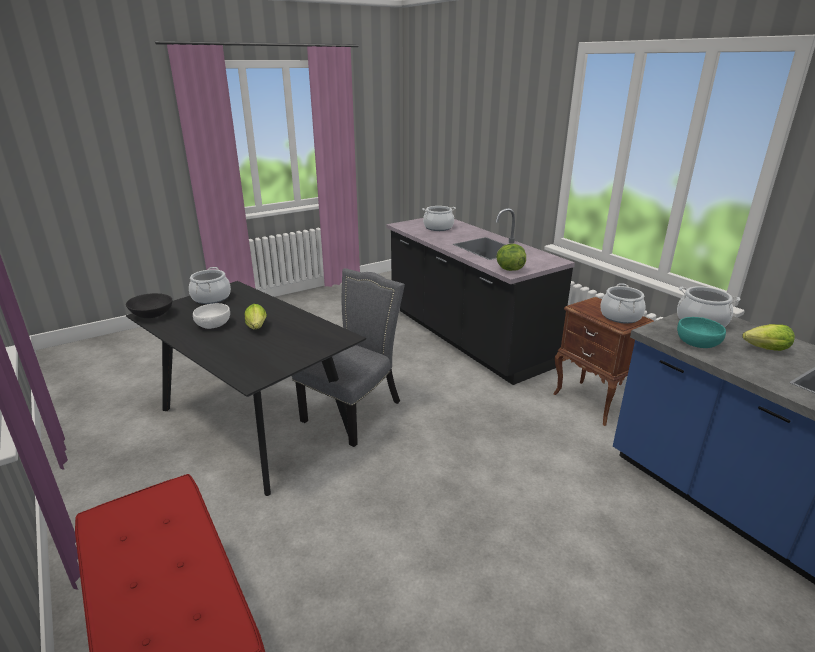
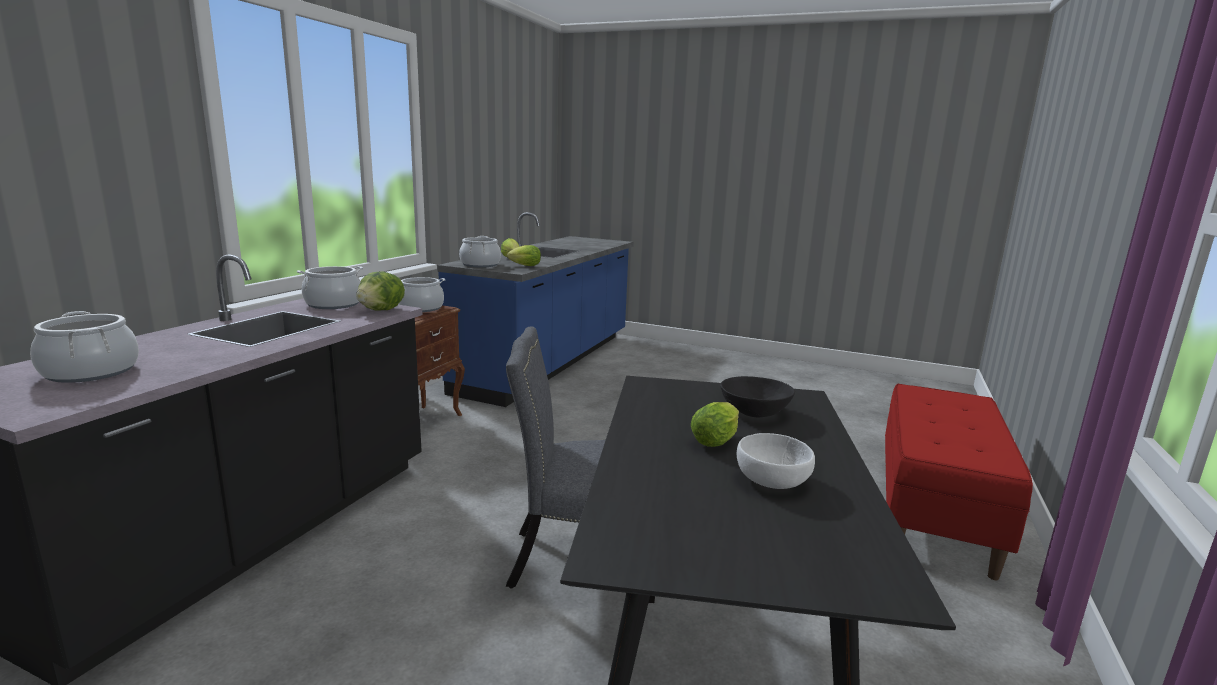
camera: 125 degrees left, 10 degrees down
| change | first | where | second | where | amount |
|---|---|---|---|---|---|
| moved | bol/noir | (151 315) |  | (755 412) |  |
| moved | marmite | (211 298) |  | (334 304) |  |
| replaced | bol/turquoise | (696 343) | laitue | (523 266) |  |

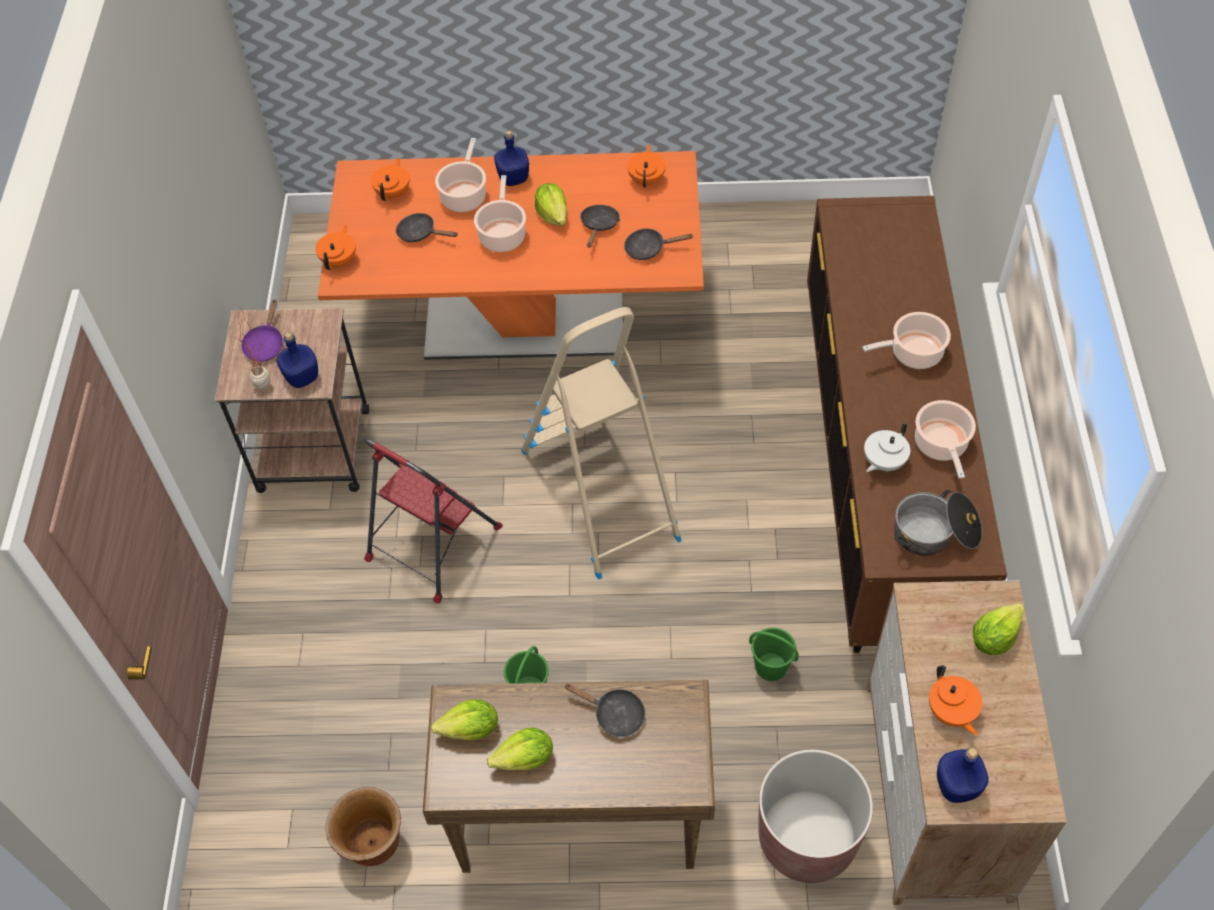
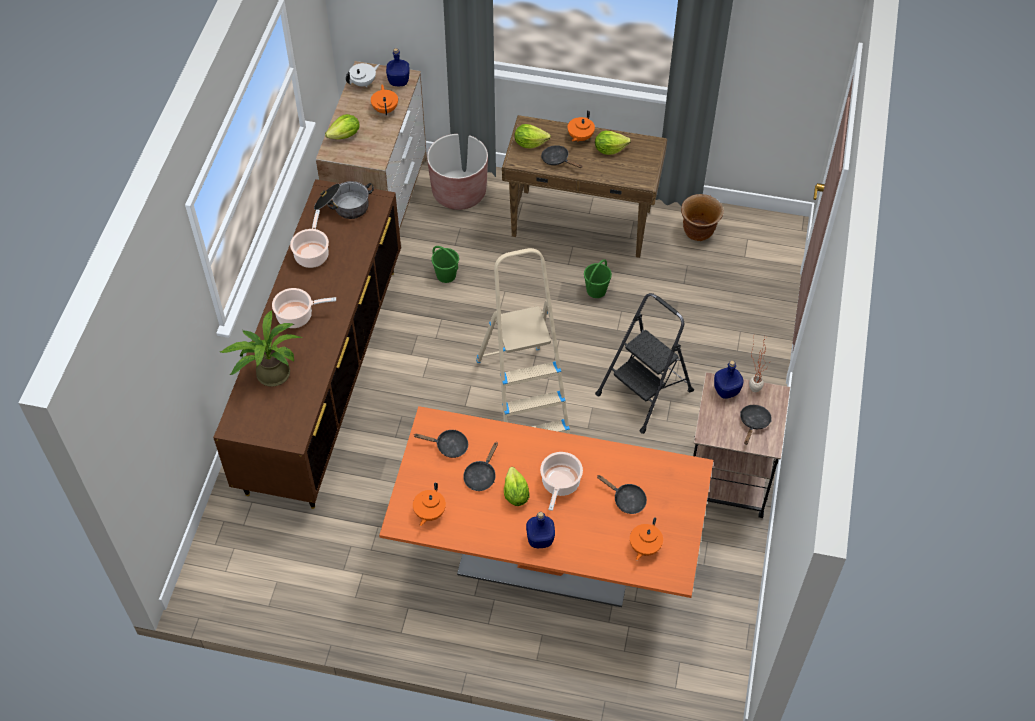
camera: 170 degrees left, 0 degrees up
| change | first | where | second | where | amount |
|---|---|---|---|---|---|
| recoloured | poêle/violet | (265 344) | poêle/noir | (753 423) |  |
| moved | théière/orange | (340 260) |  | (580 137) |  |
| recoloured | escabeau/rouge | (431 544) | escabeau/noir | (646 390) |  |
| moved | laitue | (471 730) |  | (530 143) |  |
| removed | marmite | (464 196) |  |  |  |
| moved | théière/blanc | (883 462) |  | (364 83) |  |
| added |  |  | plante en pot | (269 374) |  |

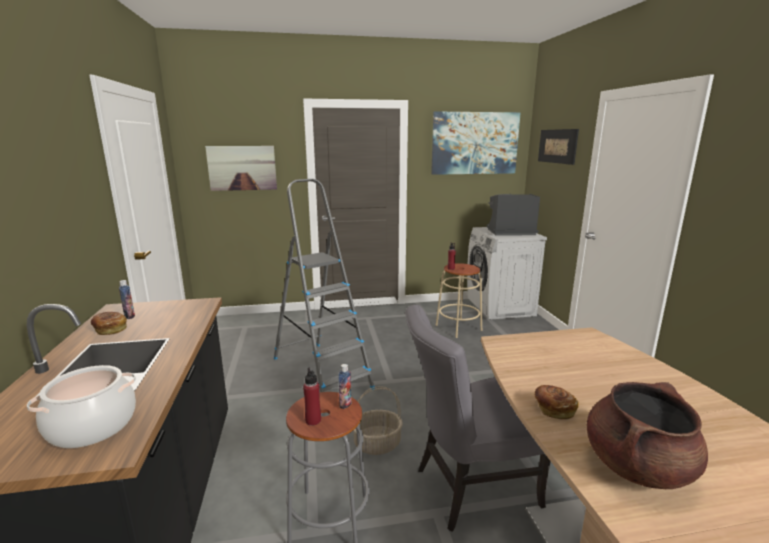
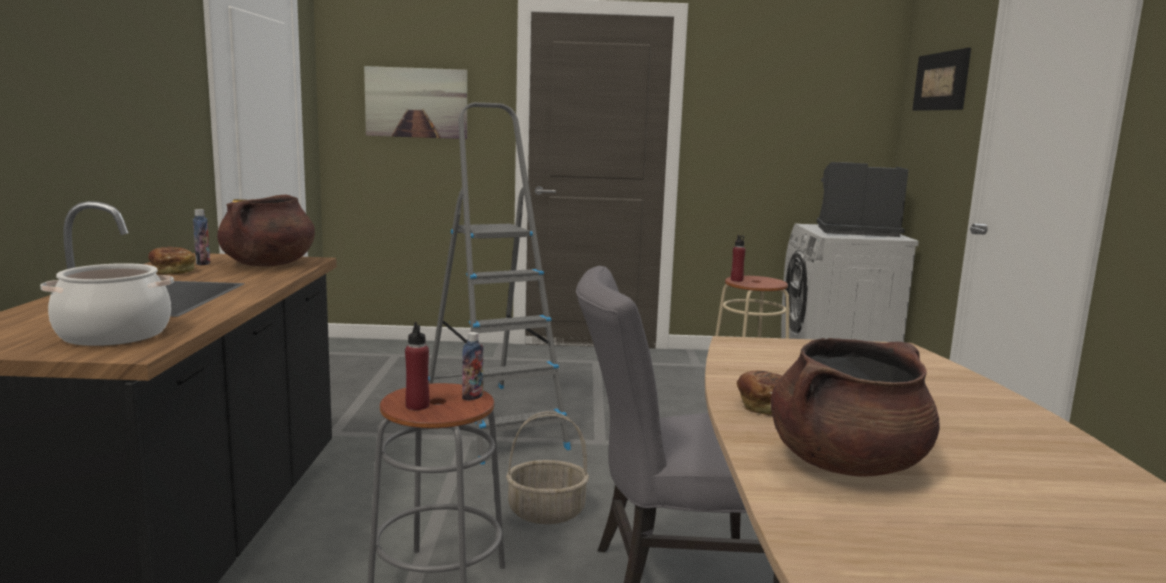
camera: 10 degrees right, 5 degrees down
| change | first | where | second | where | amount |
|---|---|---|---|---|---|
| removed | tableau | (474 143) |  |  |  |
| added |  |  | marmite/marron | (268 264) |  |

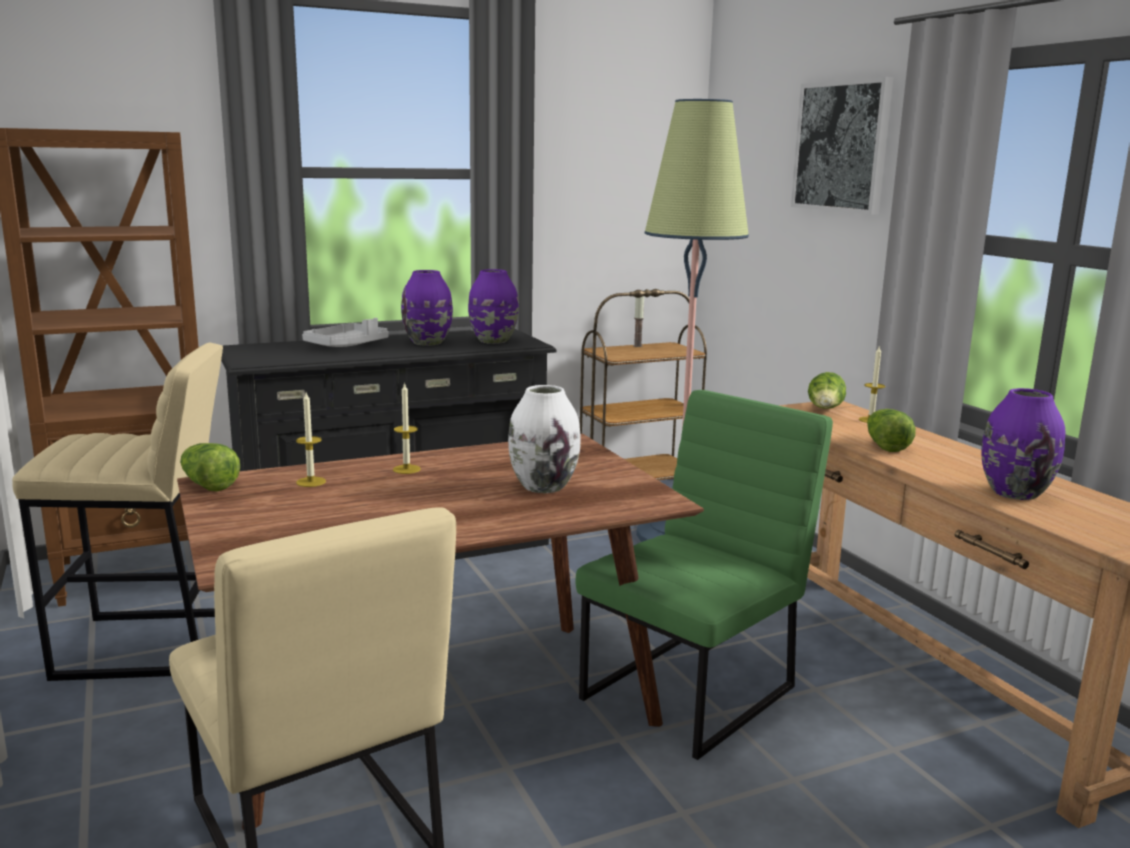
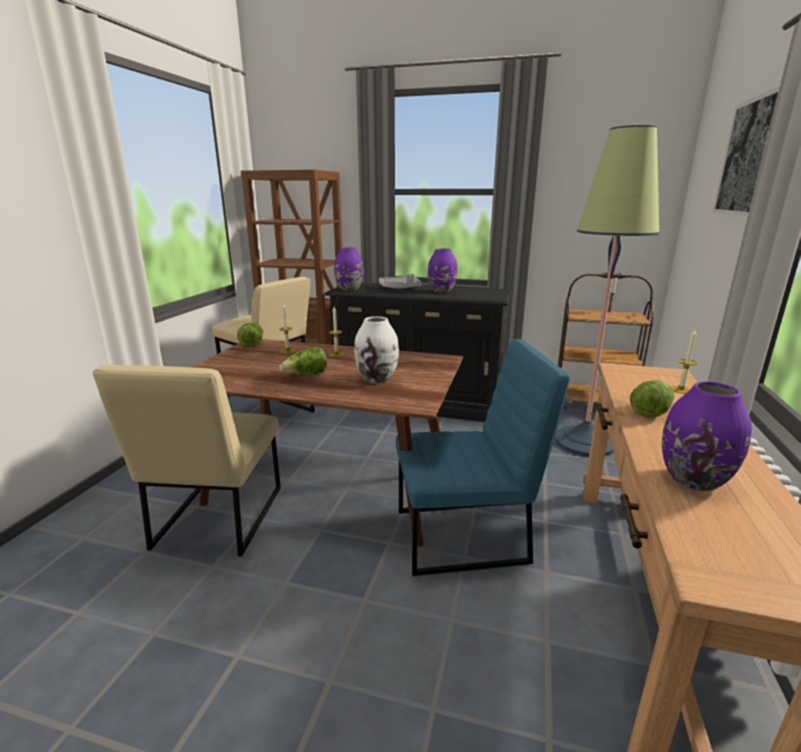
camera: 40 degrees right, 5 degrees up
| change | first | where | second | where | amount |
|---|---|---|---|---|---|
| moved | vase/violet | (493 341) |  | (349 289) |  |
| recoloured | chaise/vert | (693 690) | chaise/bleu | (465 536) |  |
| moved | laitue | (825 410) |  | (306 375) |  |

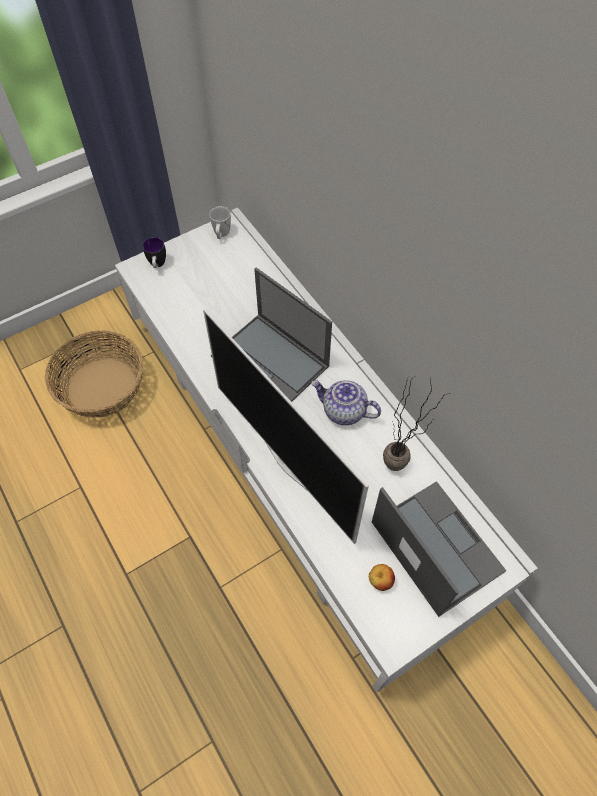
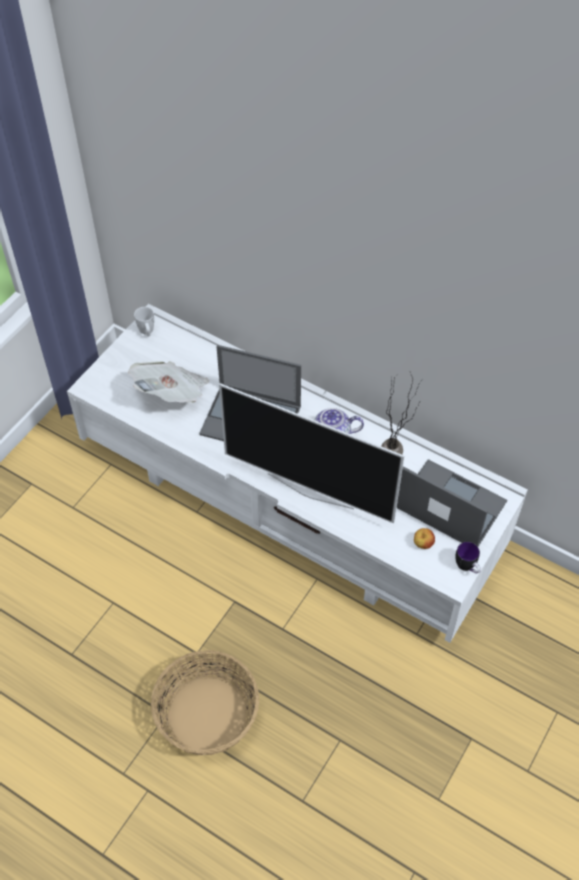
camera: 25 degrees left, 5 degrees down
| change | first | where | second | where | amount |
|---|---|---|---|---|---|
| moved | panier | (103 387) |  | (208 714) |  |
| moved | mug | (157 265) |  | (467 568) |  |
| added |  |  | journal | (172 393) |  |

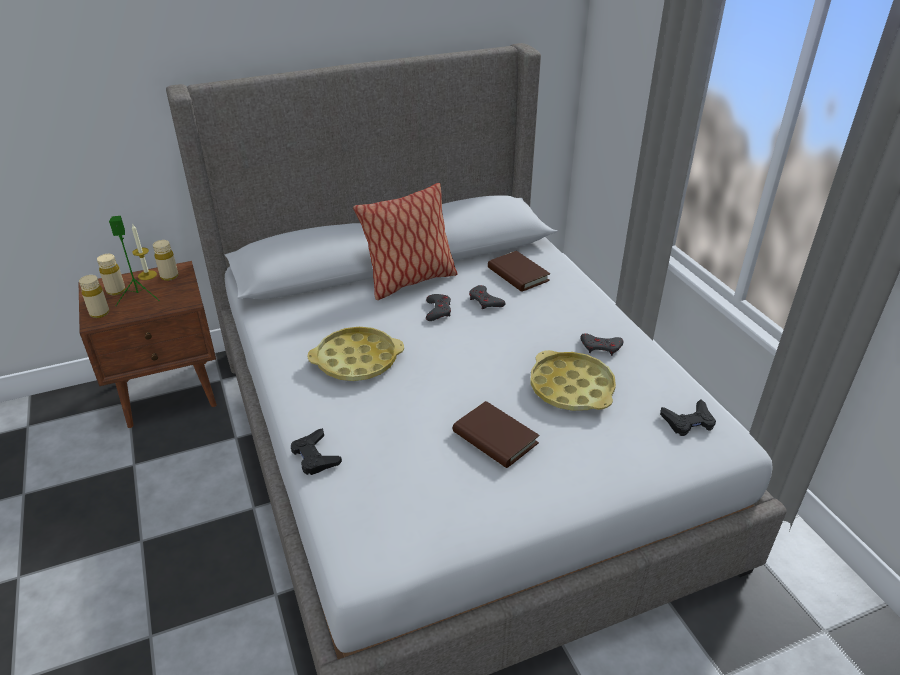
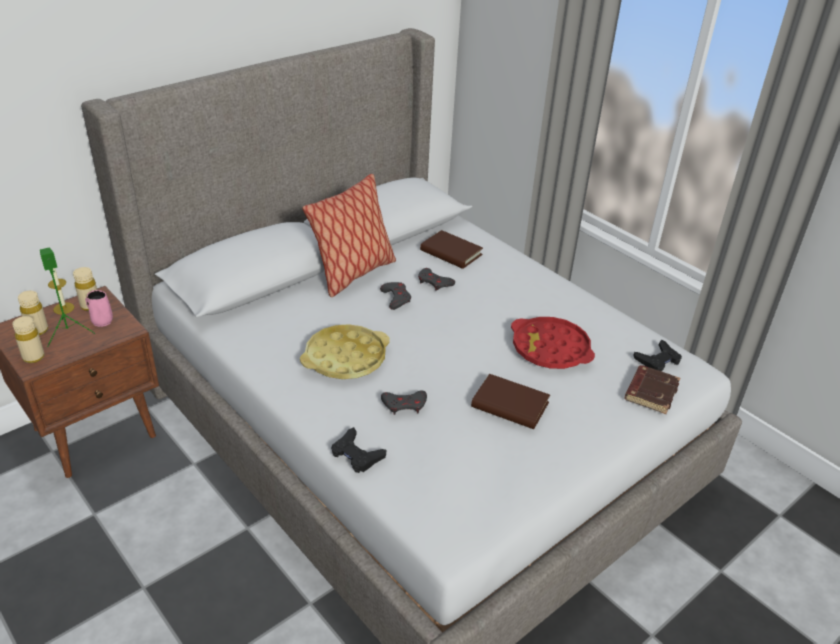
camera: 20 degrees left, 0 degrees up
| change | first | where | second | where | amount |
|---|---|---|---|---|---|
| recoloured | plateau/jaune | (571 388) | plateau/rouge | (550 349) |  |
| moved | manette/gris | (601 347) |  | (404 405) |  |
| added |  |  | mug/rose | (101 321) |  |
| added |  |  | livre/marron | (650 392) |  |

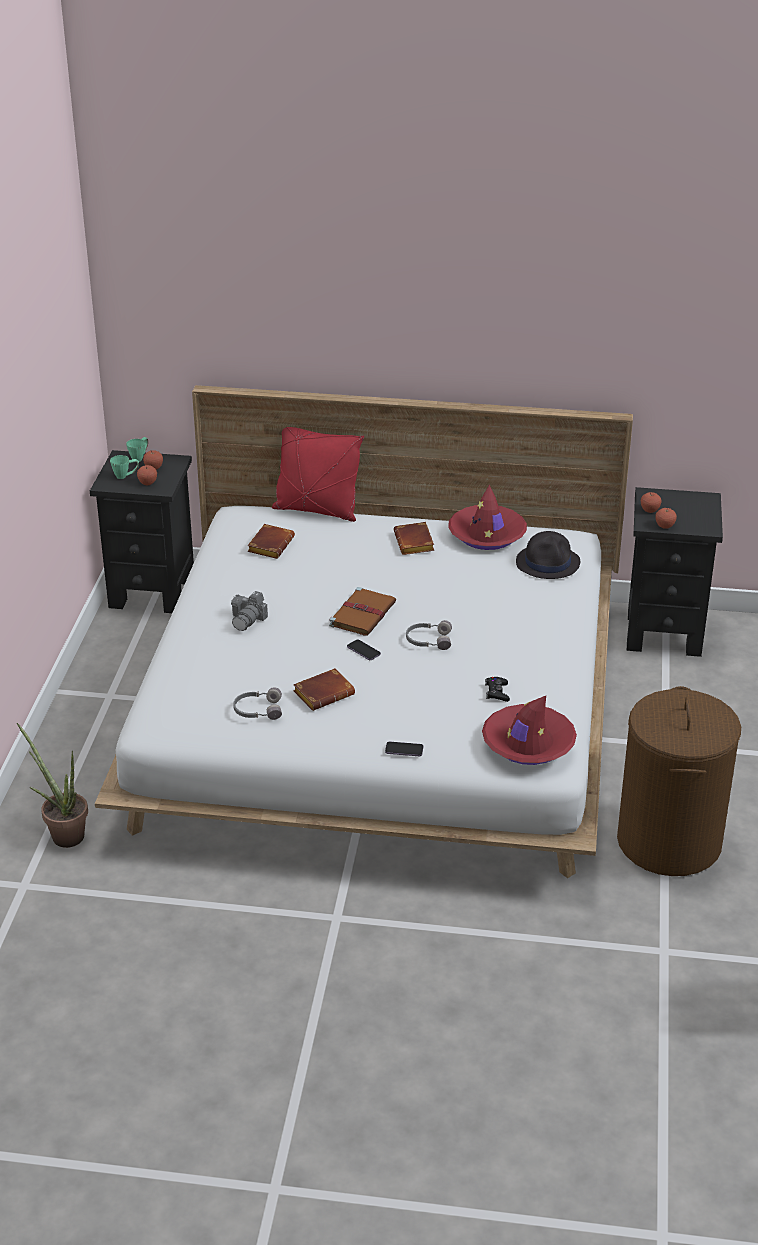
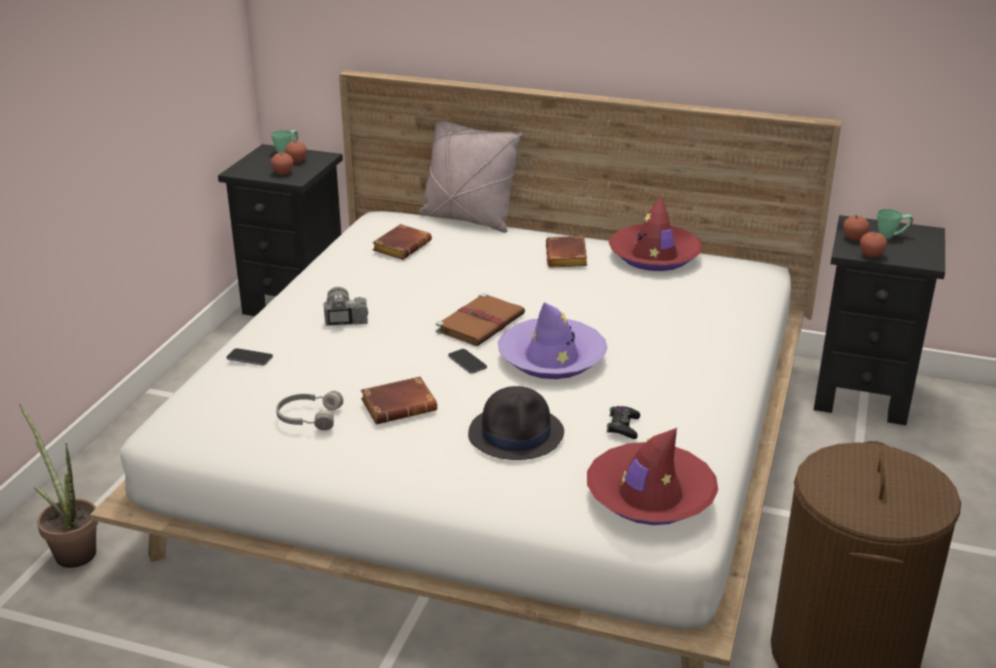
camera: 10 degrees right, 5 degrees down
| change | first | where | second | where | amount |
|---|---|---|---|---|---|
| moved | mug/vert | (126 476) |  | (891 236) |  |
| turned | appareil photo | (248 619) |  | (343 317) | 135 degrees clockwise |
| recoloured | coussin/rouge | (317 510) | coussin/violet | (468 220) |  |
| moved | téléphone | (404 750) |  | (249 358) |  |
| replaced | casque audio/gris | (428 640) | chapeau/violet | (552 358) |  |
| moved | chapeau/noir | (548 563) |  | (517 434) |  |

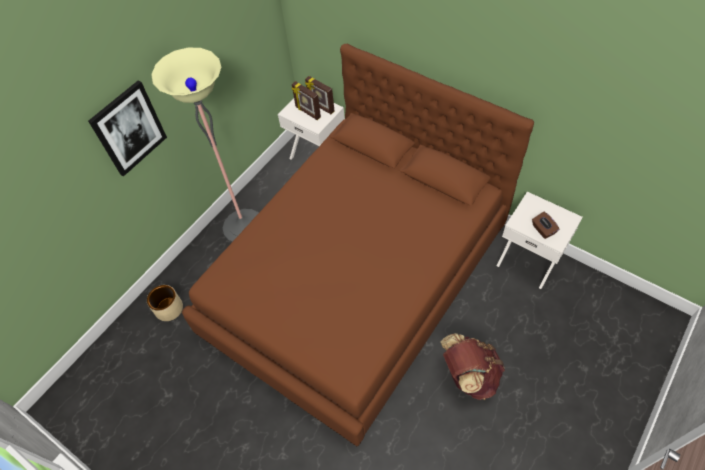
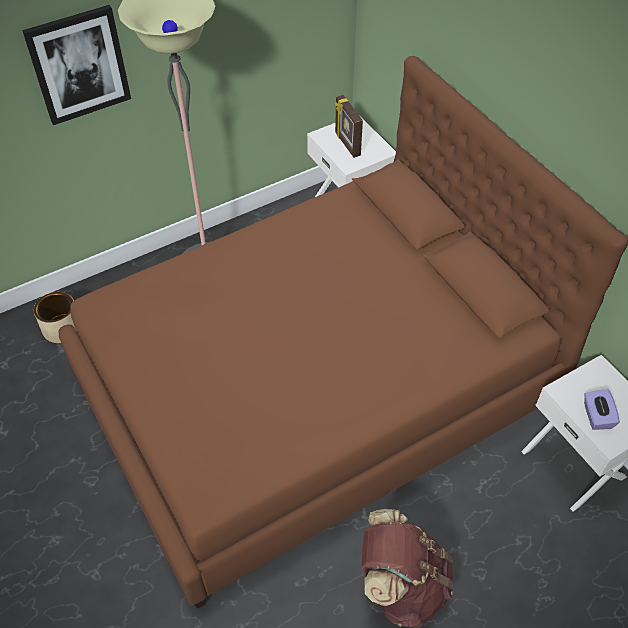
camera: 20 degrees right, 5 degrees down
| change | first | where | second | where | amount |
|---|---|---|---|---|---|
| removed | cadre photo | (321 107) |  |  |  |
| recoloured | boîte à mouchoirs/marron | (543 230) | boîte à mouchoirs/violet | (596 416) |  |

